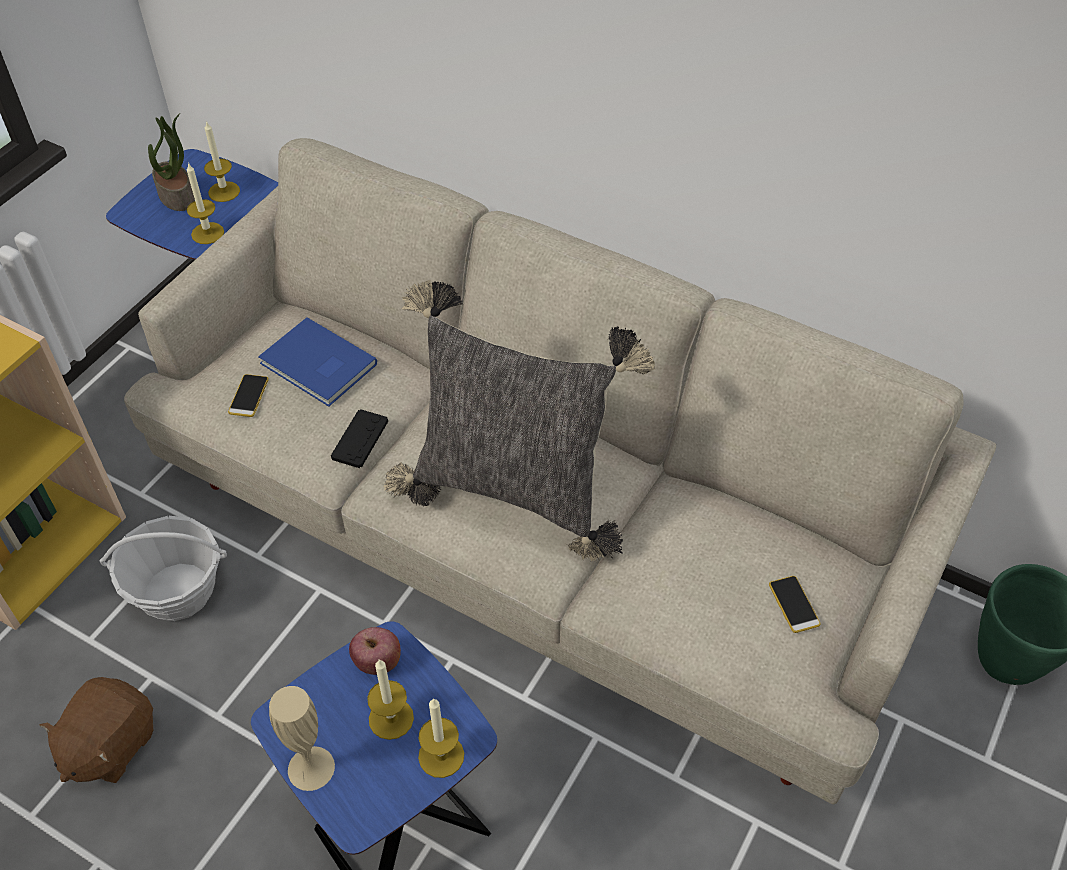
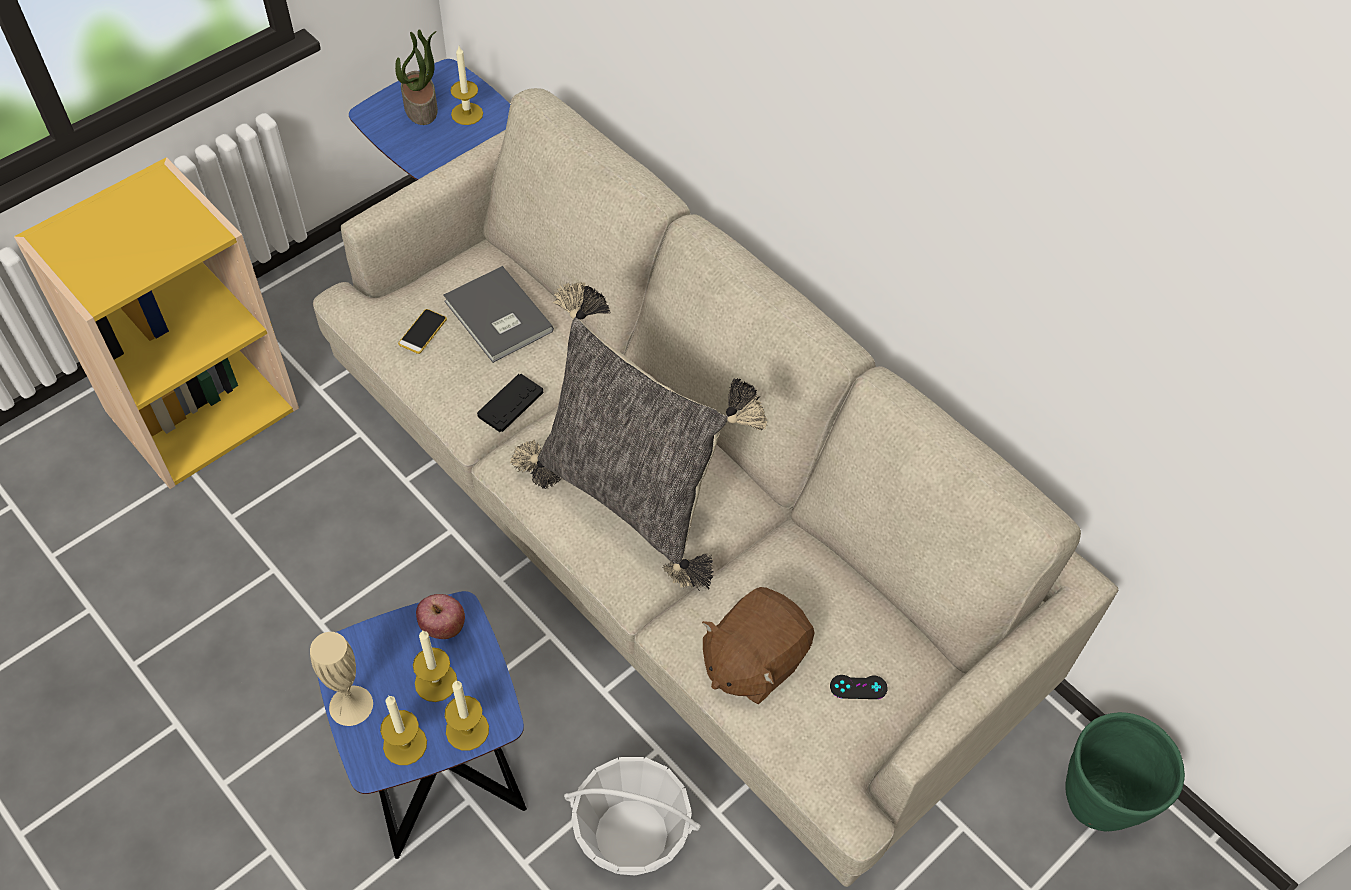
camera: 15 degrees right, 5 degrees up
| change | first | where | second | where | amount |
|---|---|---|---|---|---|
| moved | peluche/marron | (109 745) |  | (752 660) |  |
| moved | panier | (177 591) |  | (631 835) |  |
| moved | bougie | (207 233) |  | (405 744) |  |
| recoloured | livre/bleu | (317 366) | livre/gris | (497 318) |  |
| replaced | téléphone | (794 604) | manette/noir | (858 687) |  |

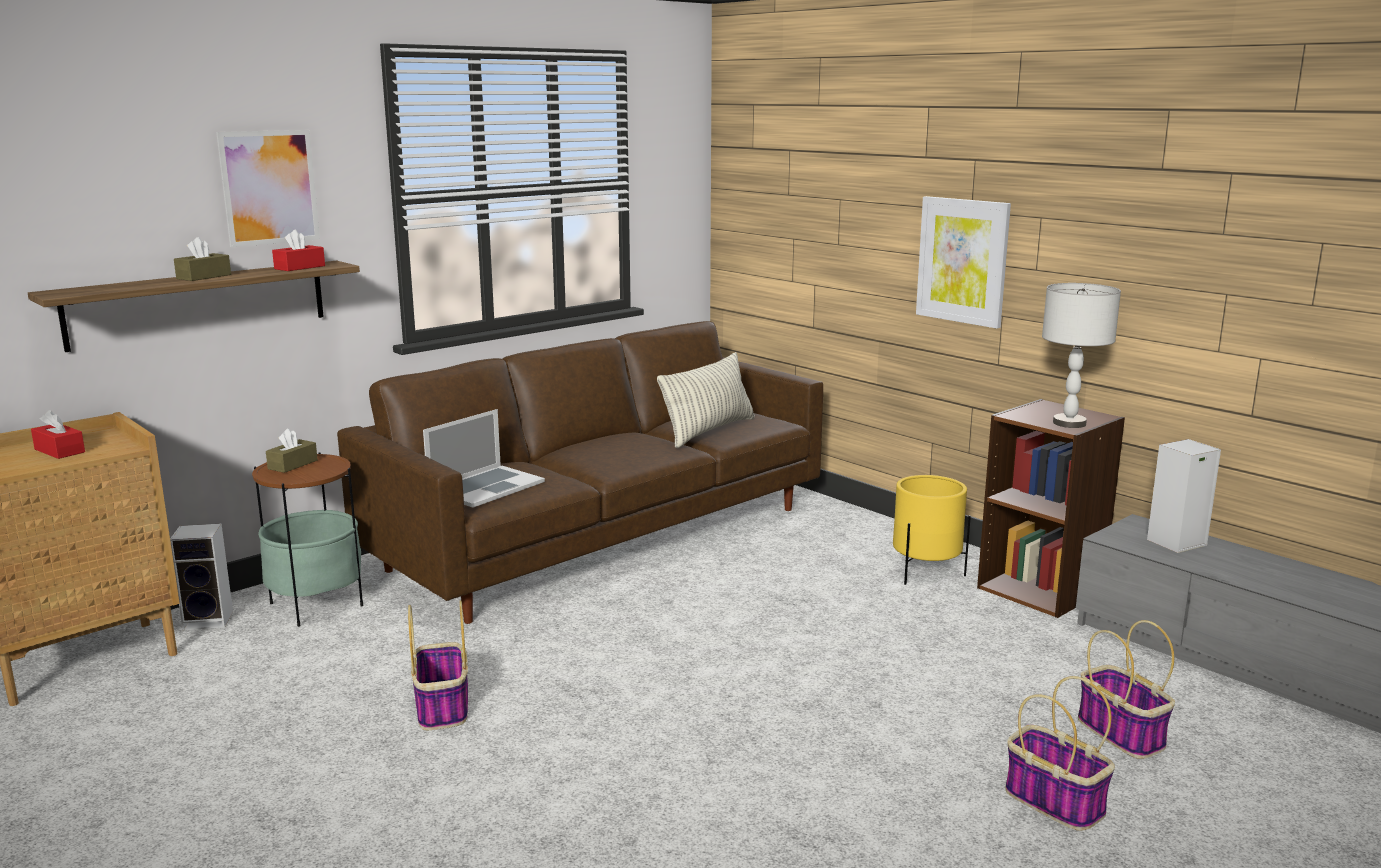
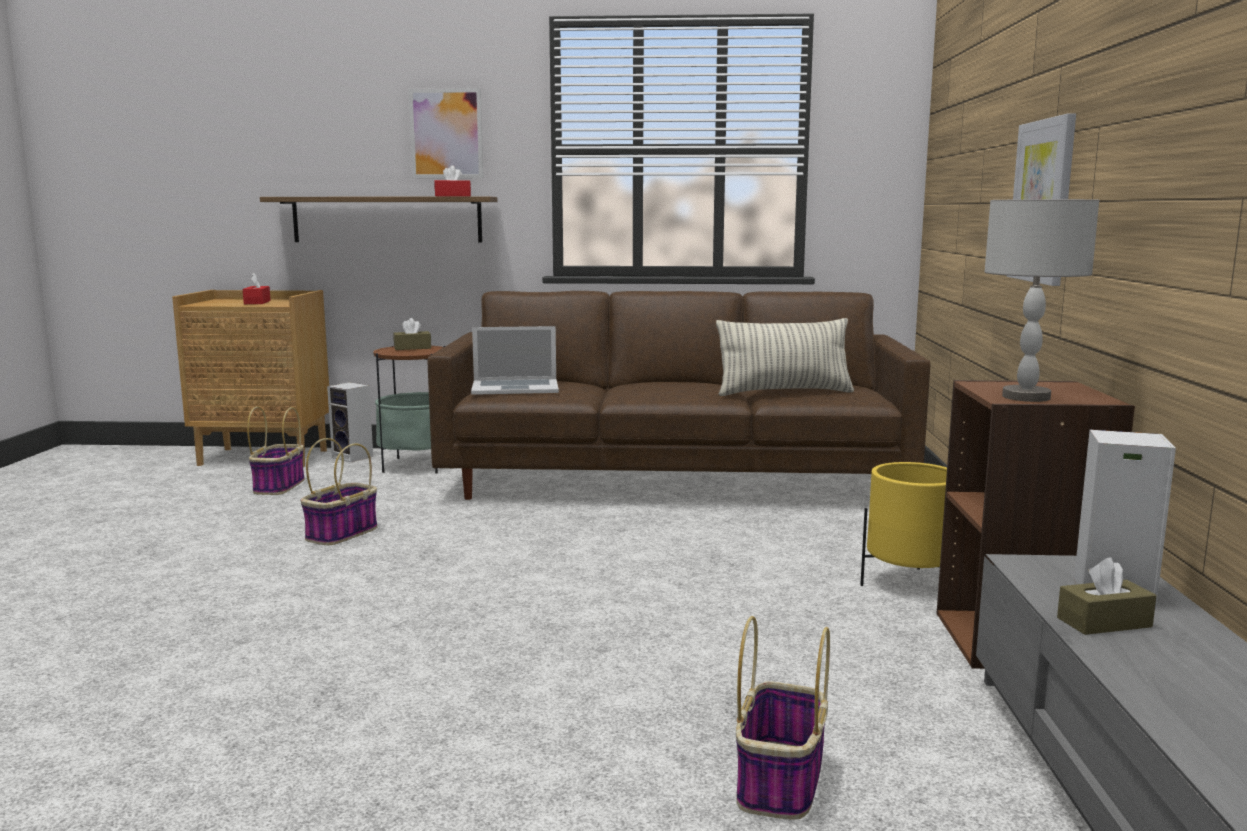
camera: 45 degrees right, 5 degrees down
| change | first | where | second | where | amount |
|---|---|---|---|---|---|
| moved | boîte à mouchoirs/marron | (204 276) |  | (1104 622) |  |
| moved | panier | (1052 801) |  | (279 486) |  |

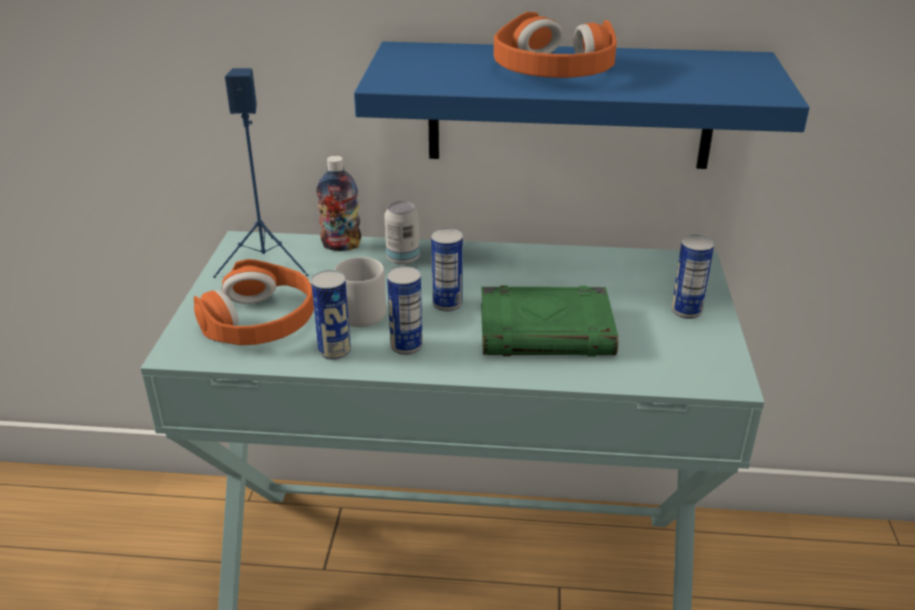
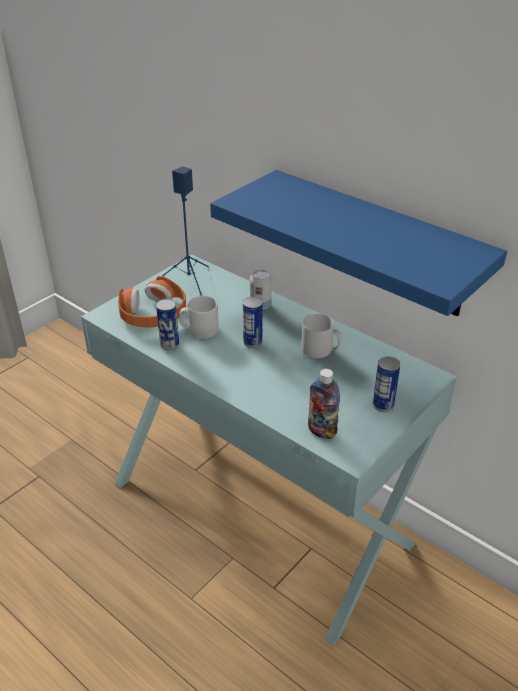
camera: 35 degrees right, 5 degrees up
| change | first | where | second | where | amount |
|---|---|---|---|---|---|
| moved | bouteille | (341 245) |  | (322 431) |  |
| removed | boîte métallique | (406 346) |  |  |  |
| removed | livre/vert | (547 331) |  |  |  |
| removed | casque audio/orange | (553 70) |  |  |  |
| added |  |  | mug/gris | (320 350) |  |

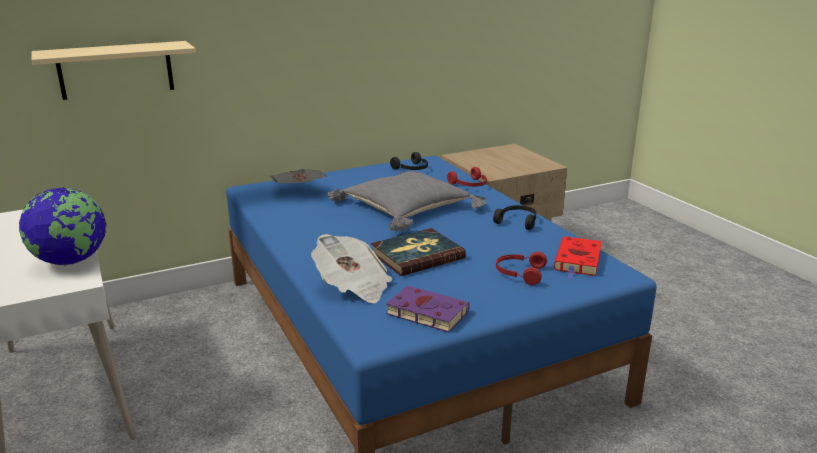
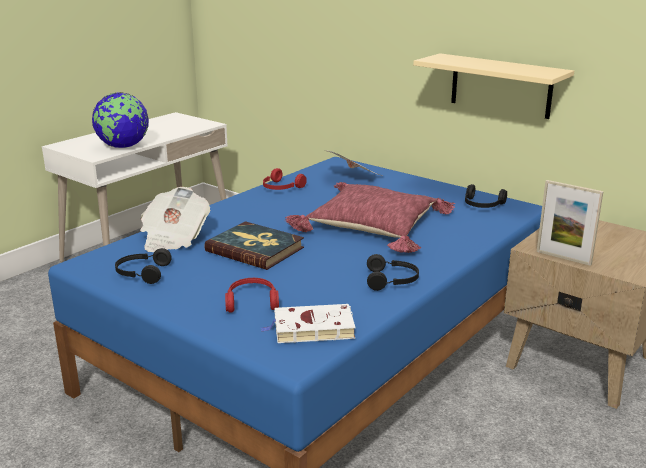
camera: 65 degrees right, 0 degrees up
| change | first | where | second | where | amount |
|---|---|---|---|---|---|
| moved | étagère/beige | (116 70) |  | (501 86) |  |
| recoloured | coussin/gris | (406 205) | coussin/rouge | (373 222) |  |
| replaced | livre/violet | (425 312) | casque audio/noir | (142 273) |  |
| moved | casque audio/rouge | (470 185) |  | (281 188) |  |
| recoloured | livre/rouge | (578 261) | livre/blanc | (311 329) |  |
| added |  |  | cadre photo | (563 258) |  |

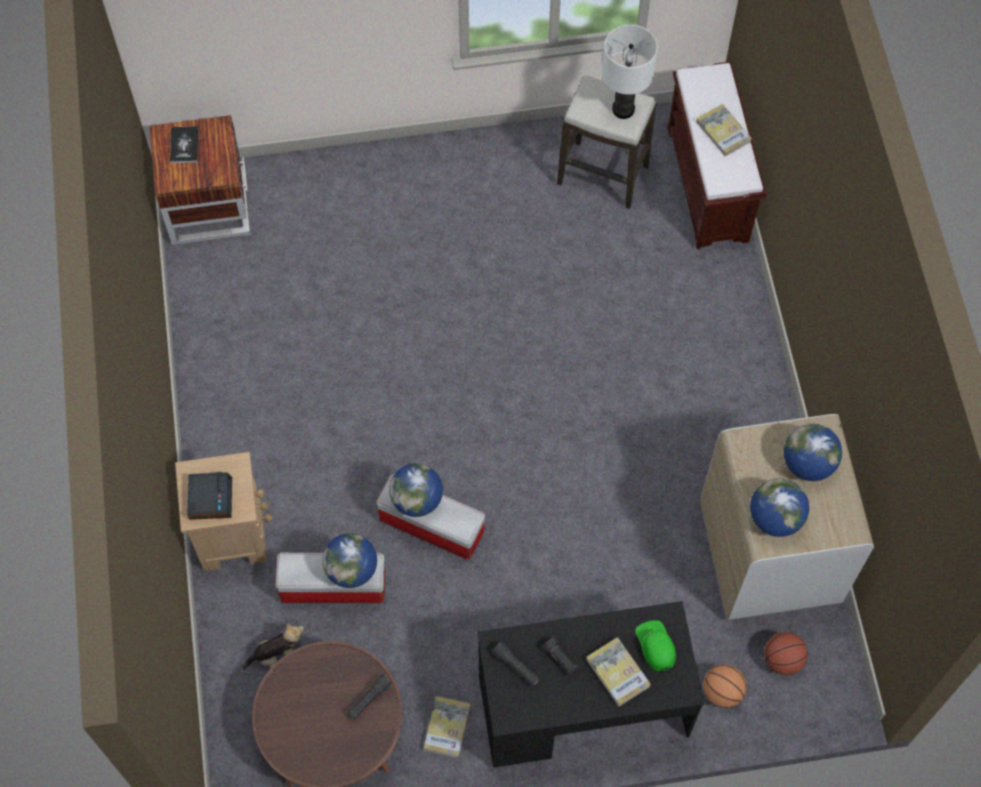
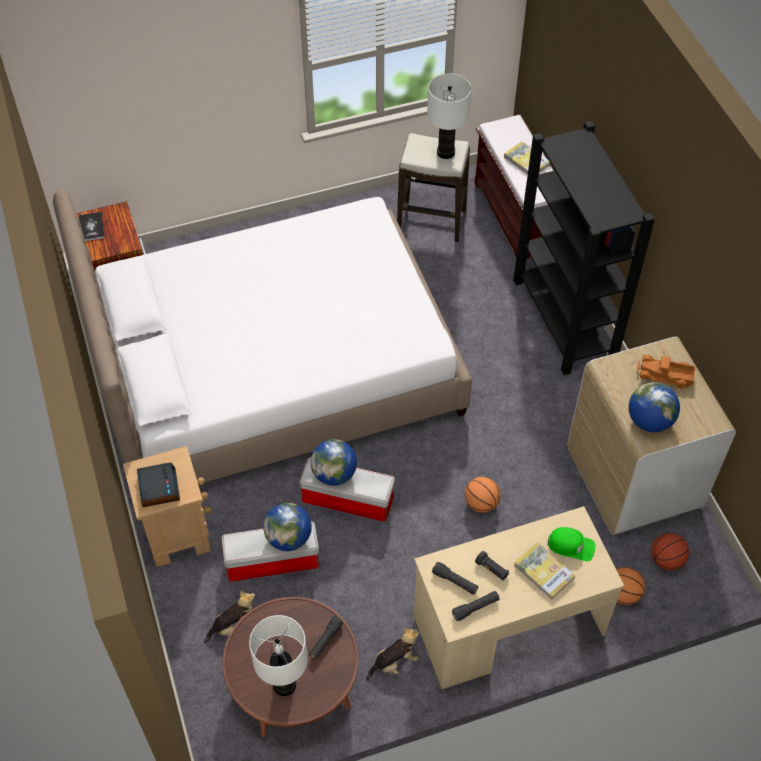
camera: 10 degrees left, 10 degrees down
| change | first | where | second | where | amount |
|---|---|---|---|---|---|
| replaced | livre | (447 727) | peluche | (394 662) |  |
| recoloured | bureau/noir | (582 707) | bureau/beige | (508 625) |  |
| turned | casquette/vert | (656 646) |  | (571 546) | 135 degrees clockwise |
| replaced | globe | (808 463) | camion jouet | (665 376) |  |
| added |  |  | lit/blanc | (274 370) |  |
| added |  |  | lampe de table/blanc | (284 685) |  |
| added |  |  | lampe de poche/noir | (475 608) |  |
| added |  |  | ballon de basket | (481 503) |  |
| added |  |  | bibliothèque/noir | (564 319) |  |

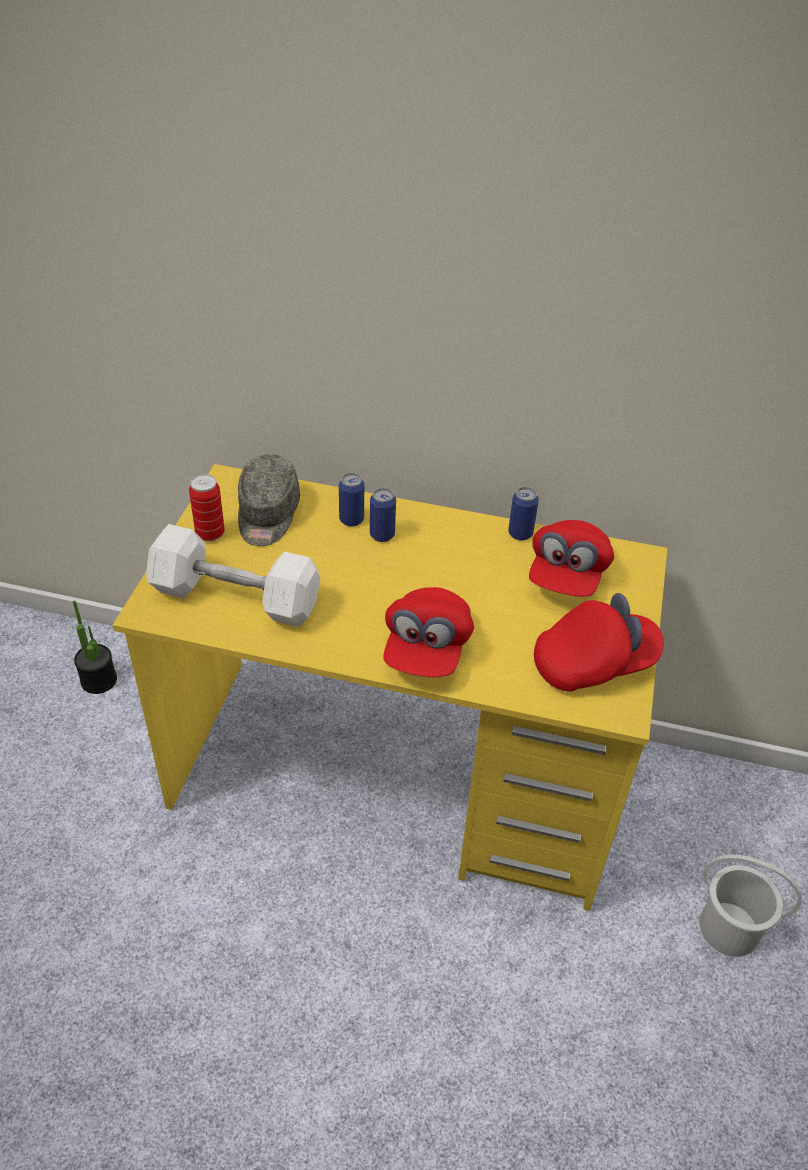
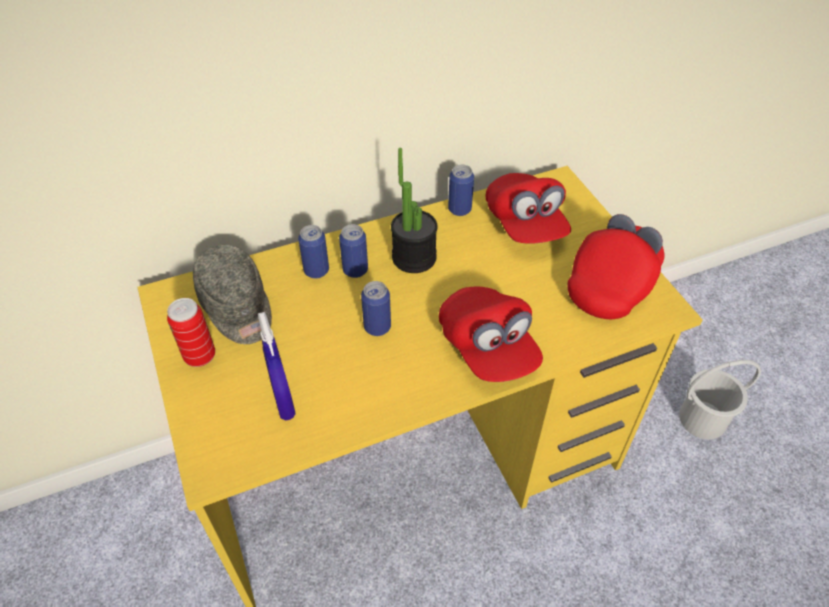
camera: 35 degrees left, 5 degrees up
| change | first | where | second | where | amount |
|---|---|---|---|---|---|
| moved | plante en pot | (99 680) |  | (414 257) |  |
| replaced | haltère/blanc | (236 597) | vaporisateur/bleu | (284 402) |  |
| added |  |  | boîte métallique | (377 327) |  |

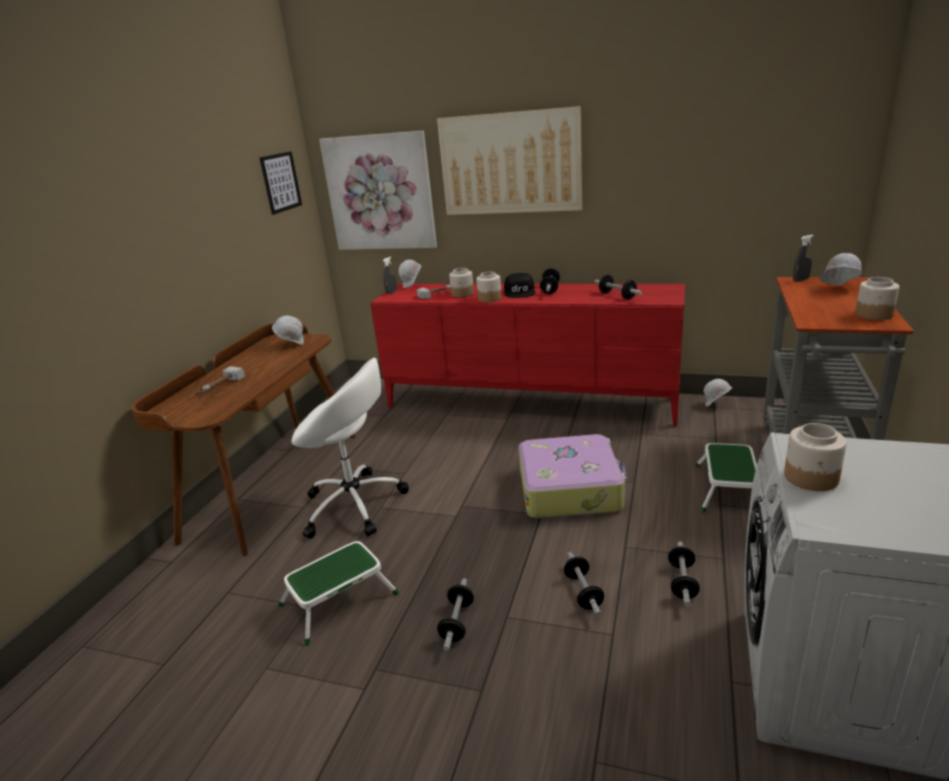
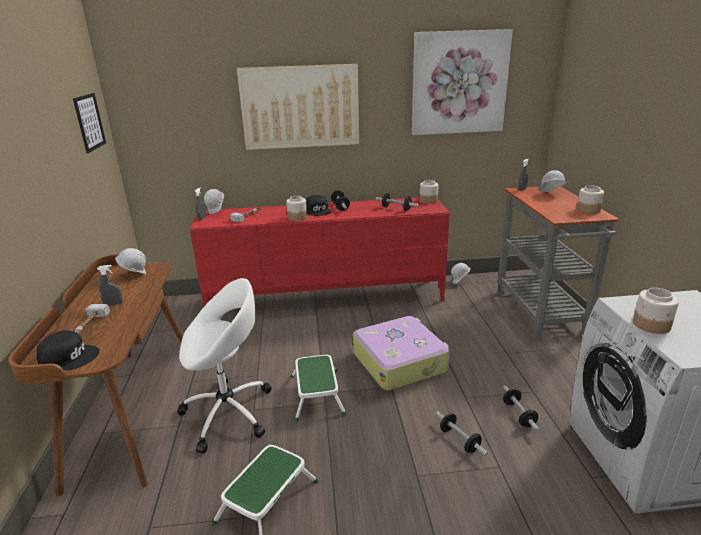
camera: 25 degrees left, 0 degrees up
| change | first | where | second | where | amount |
|---|---|---|---|---|---|
| moved | tableau | (380 193) |  | (459 83) |  |
| removed | haltère | (457 622) |  |  |  |
| moved | bocal | (462 294) |  | (428 200) |  |
| moved | escabeau/vert | (728 489) |  | (316 395) |  |
| added |  |  | casquette/noir | (69 356) |  |
| added |  |  | vaporisateur/gris | (113 304) |  |

